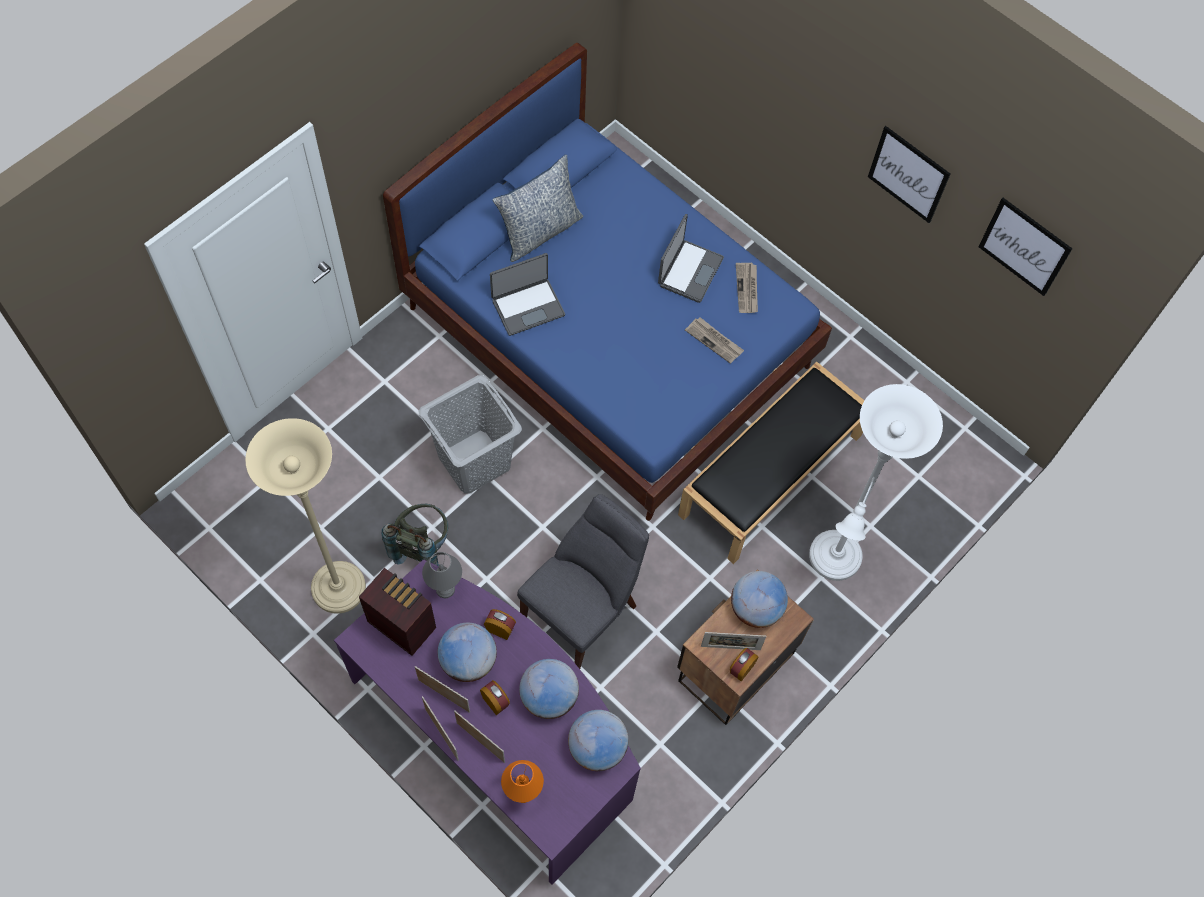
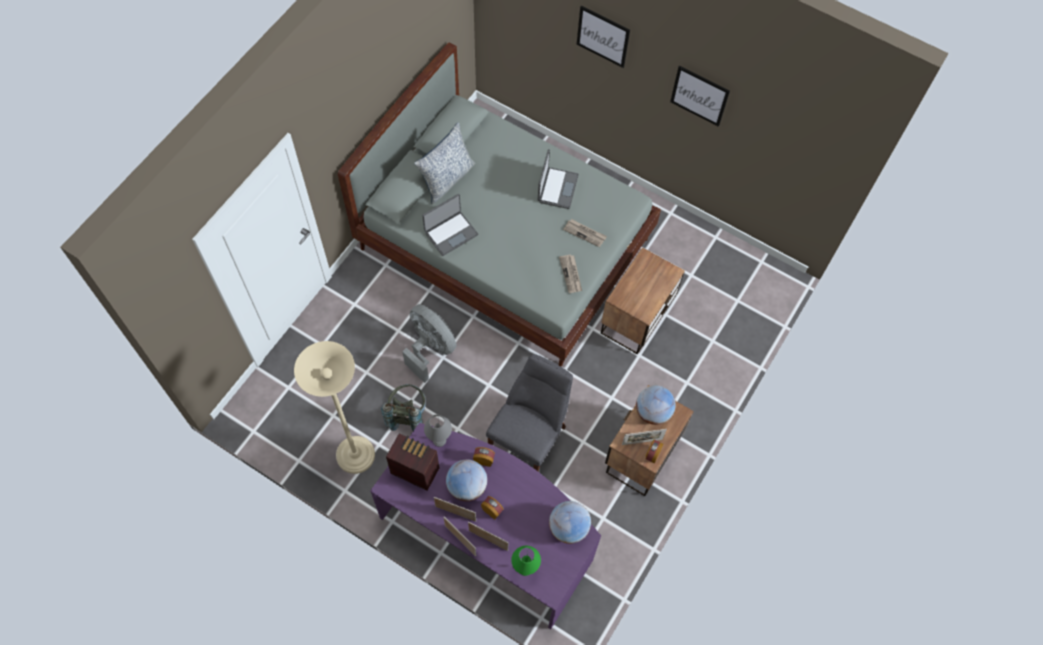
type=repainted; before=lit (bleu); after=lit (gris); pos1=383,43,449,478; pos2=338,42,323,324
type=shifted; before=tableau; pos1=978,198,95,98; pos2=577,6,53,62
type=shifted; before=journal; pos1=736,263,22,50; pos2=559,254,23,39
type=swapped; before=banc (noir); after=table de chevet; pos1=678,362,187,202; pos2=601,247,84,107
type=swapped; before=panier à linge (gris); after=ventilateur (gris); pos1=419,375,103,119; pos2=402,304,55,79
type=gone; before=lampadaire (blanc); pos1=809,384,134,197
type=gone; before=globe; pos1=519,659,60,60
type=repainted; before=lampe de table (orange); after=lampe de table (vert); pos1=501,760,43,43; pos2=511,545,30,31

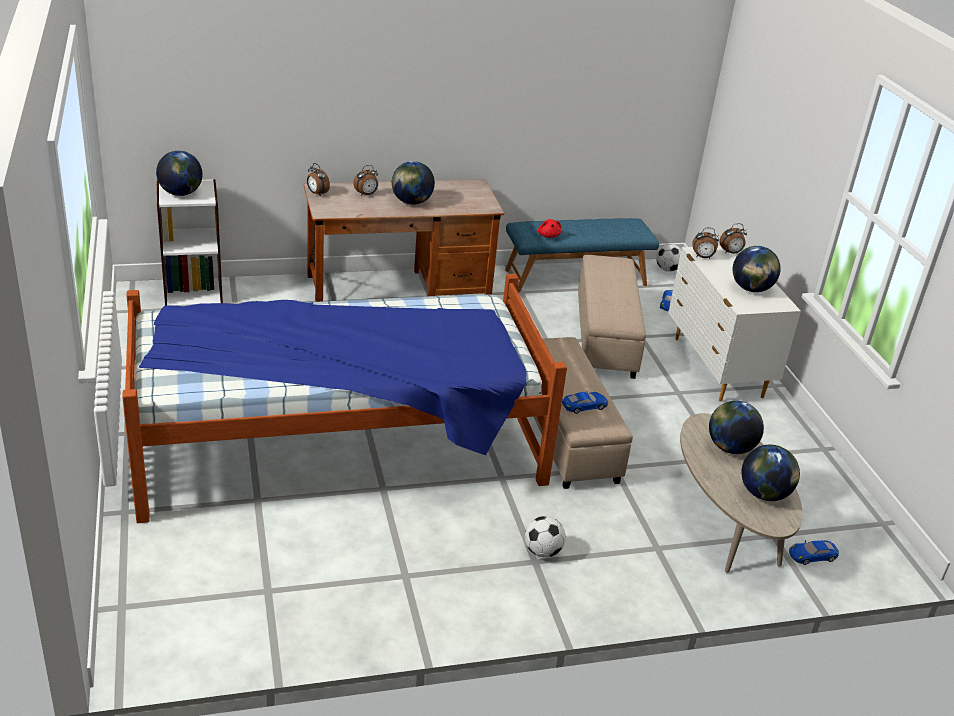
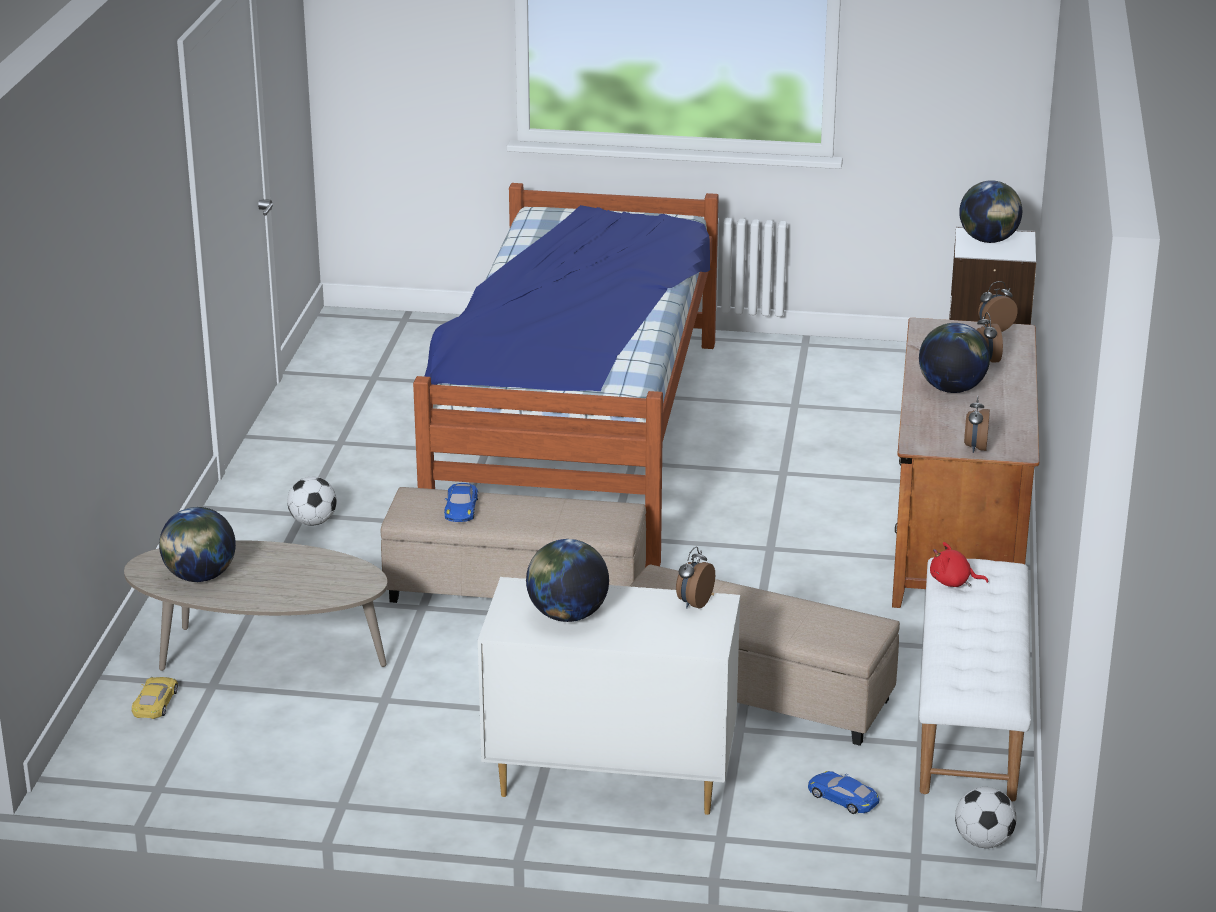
type=repainted; before=banc (bleu); after=banc (blanc); pos1=505,218,154,74; pos2=919,558,112,244
type=shifted; before=réveil; pos1=719,223,28,31; pos2=964,396,26,57
type=gone; before=globe; pos1=709,401,55,53
type=repainted; before=petite voiture (bleu); after=petite voiture (jaune); pos1=789,540,50,25; pos2=132,677,46,42

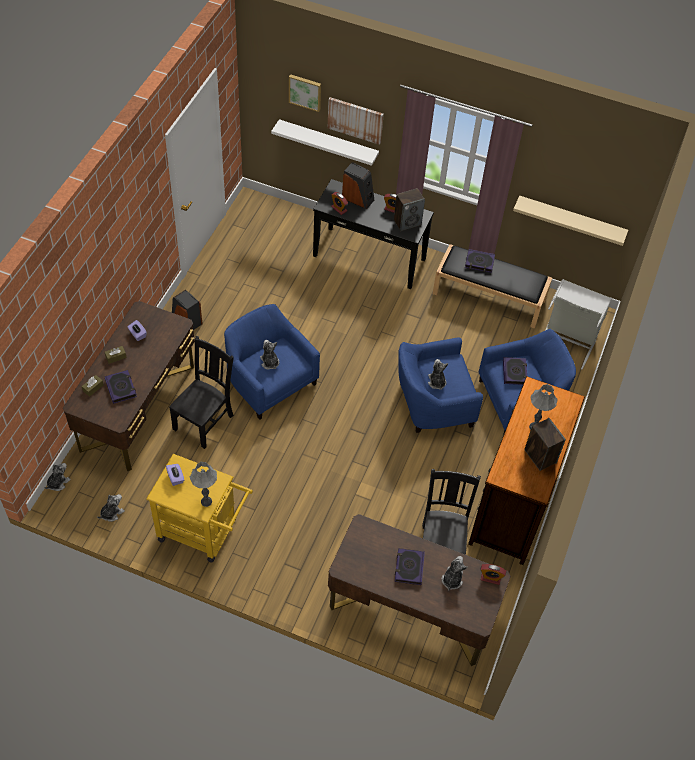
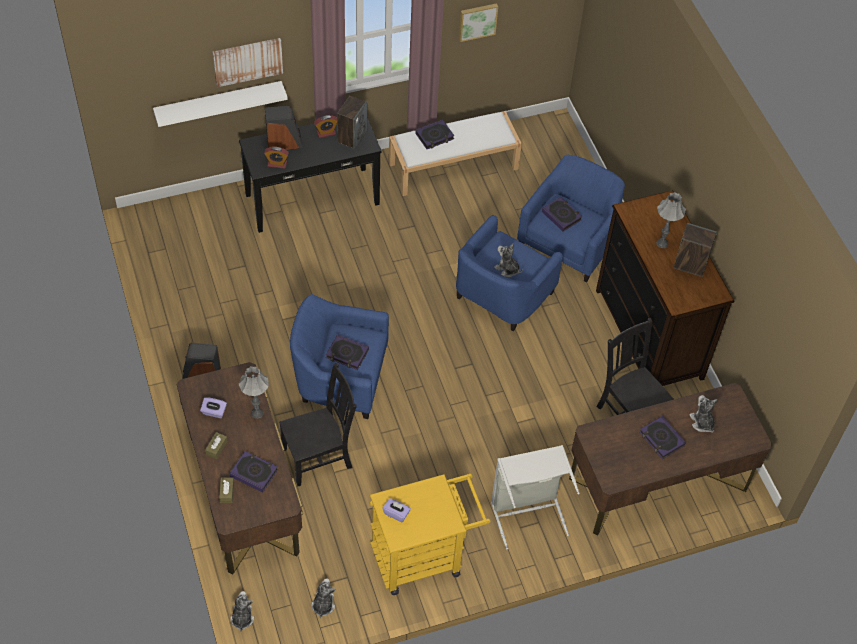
type=shifted; before=tableau; pos1=289,74,32,38; pos2=459,3,39,39
type=gone; before=étagère (beige); pos1=513,196,115,50
type=repainted; before=banc (noir); after=banc (blanc); pos1=433,244,119,85; pos2=389,111,133,85
type=shifted; before=panier à linge (gris); pos1=545,279,67,90; pos2=491,445,89,105
type=rotated; before=chaise (noir); pos1=169,336,65,113; pos2=279,363,78,123; turn=75
type=swapped; before=peluche; after=livre; pos1=260,340,19,30; pos2=326,334,43,36
type=shifted; before=lampe de table (gris); pos1=190,461,27,46; pos2=239,366,30,53
type=gone; before=réveil; pos1=480,564,26,21

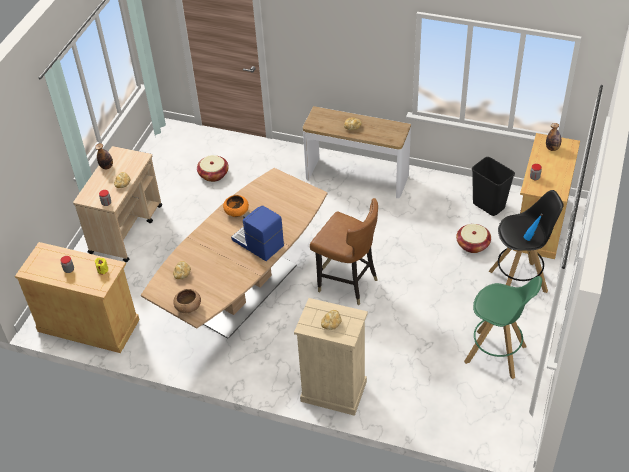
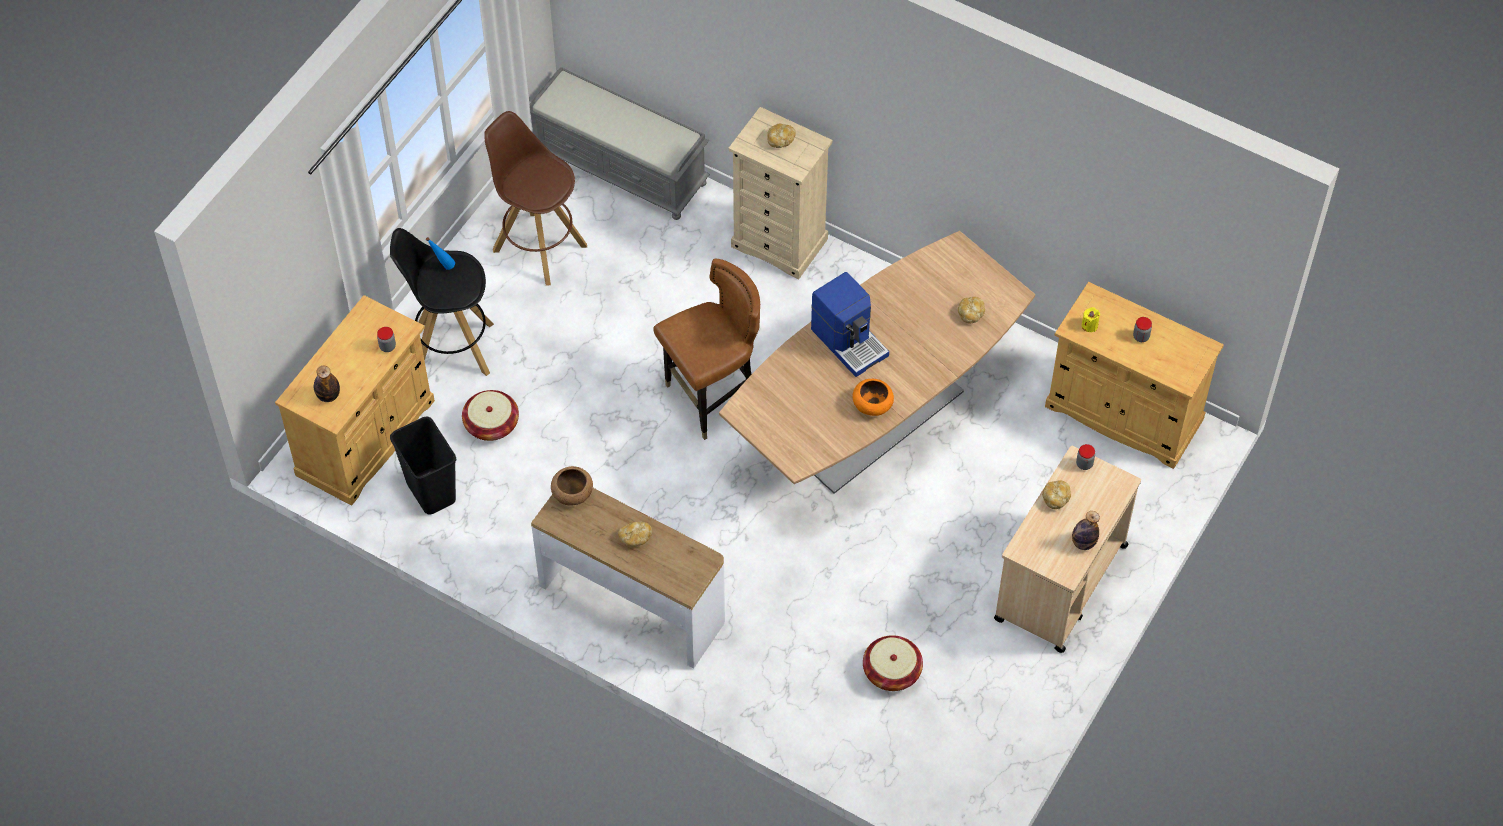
type=rotated; before=chaise (marron); pos1=310,198,68,107; pos2=653,259,107,181; turn=105
type=repainted; before=tabouret (vert); after=tabouret (marron); pos1=464,276,78,103; pos2=484,111,103,175
type=shifted; before=bol (marron); pos1=173,289,28,24; pos2=551,466,42,40
type=new; after=banc (gris); pos2=529,67,181,153

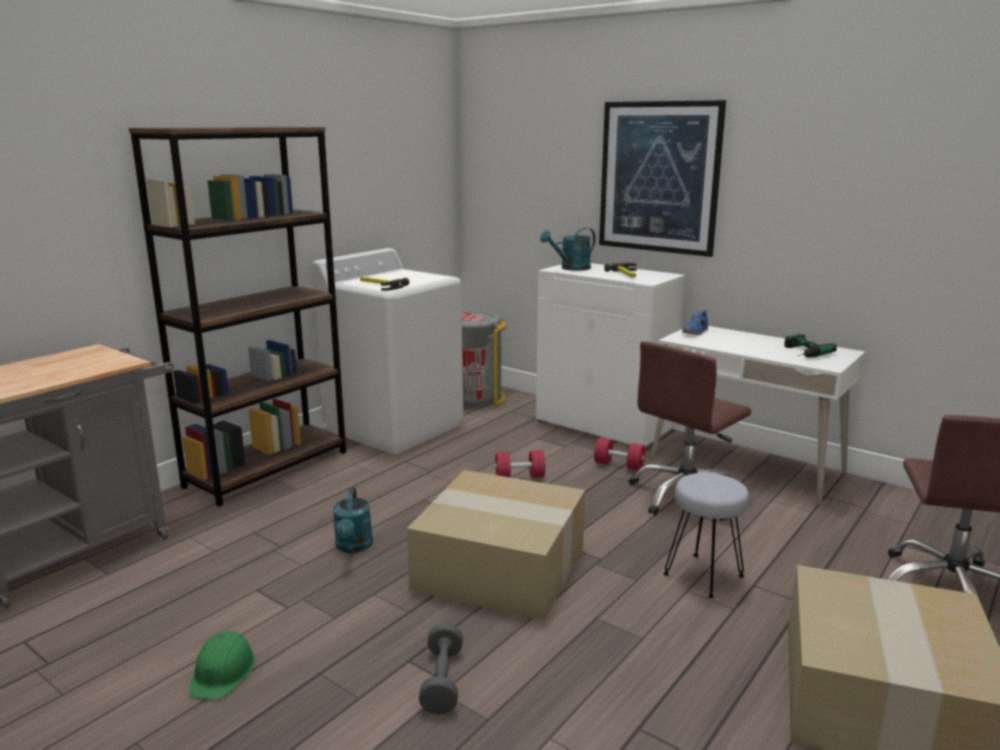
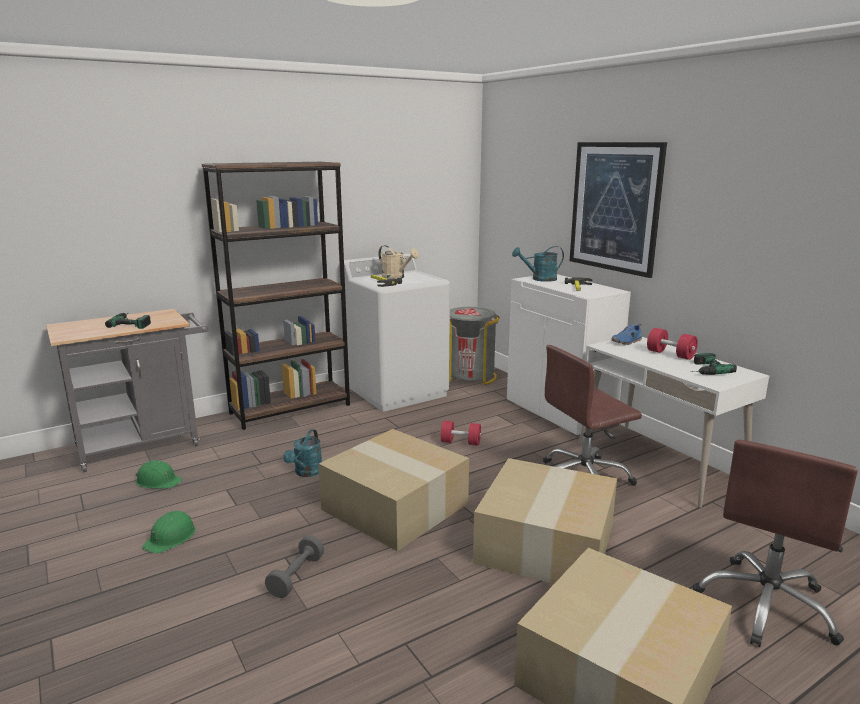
type=shifted; before=haltère (rouge); pos1=594,437,52,34; pos2=647,328,51,32
type=swapped; before=tabouret (gris); after=carton; pos1=663,473,86,125; pos2=473,458,144,126
type=new; after=arrosoir (beige); pos2=378,245,41,34
type=new; after=perceuse; pos2=105,313,46,16
type=new; after=casque de chantier (vert); pos2=135,460,48,29

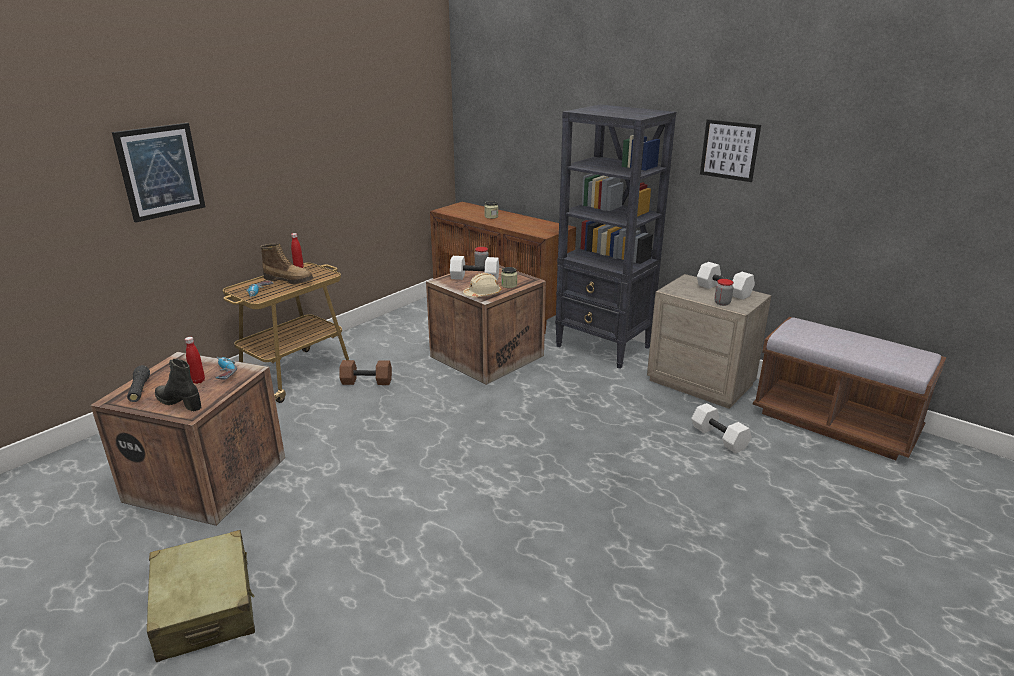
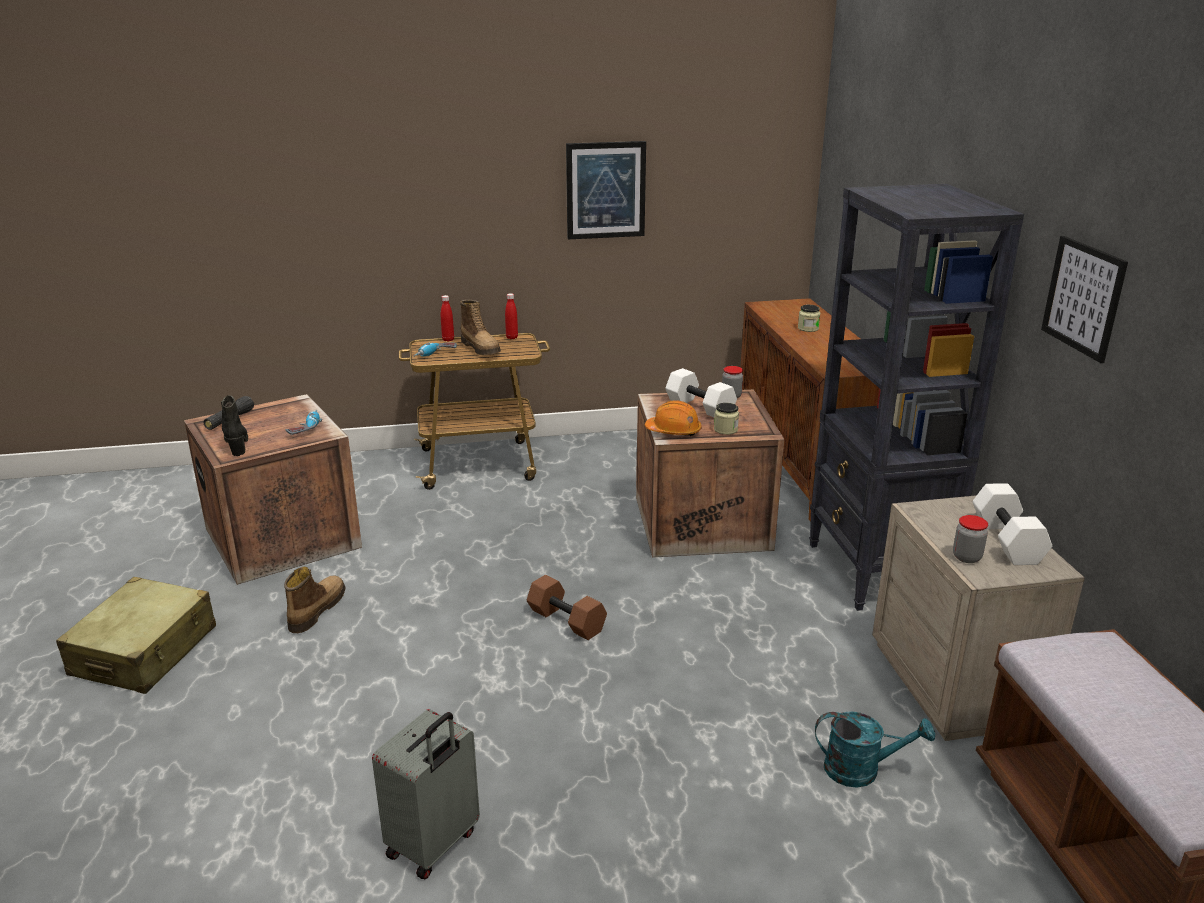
type=shifted; before=tableau; pos1=112,123,93,99; pos2=566,141,80,98
type=repainted; before=casque de chantier (beige); after=casque de chantier (orange); pos1=463,273,38,24; pos2=645,400,57,36
type=shifted; before=bouteille (rouge); pos1=185,337,20,47; pos2=441,295,13,47
type=shifted; before=haltère (marron); pos1=339,360,53,25; pos2=527,575,80,65
type=swapped; before=haltère (blanc); after=arrosoir (turquoise); pos1=691,403,61,50; pos2=815,711,120,77
type=new; after=botte; pos2=284,567,61,66
type=new; after=valise (gris); pos2=372,709,108,171

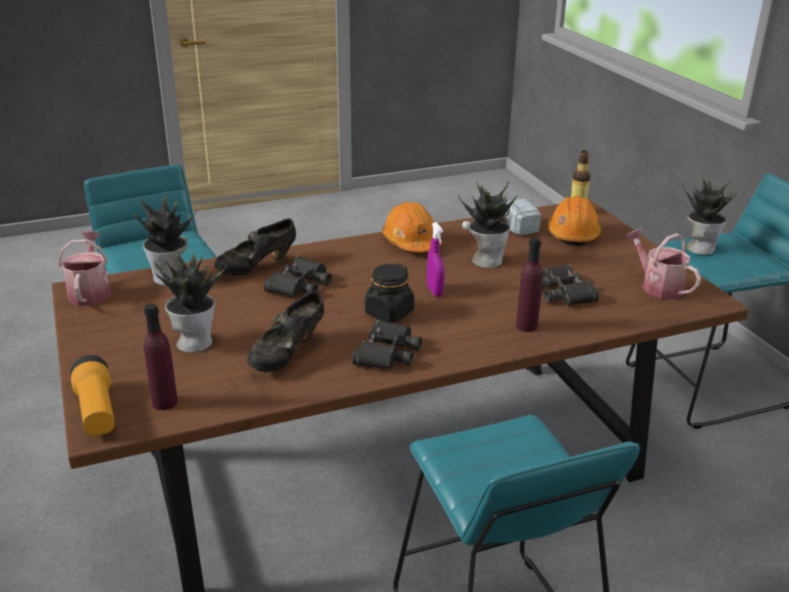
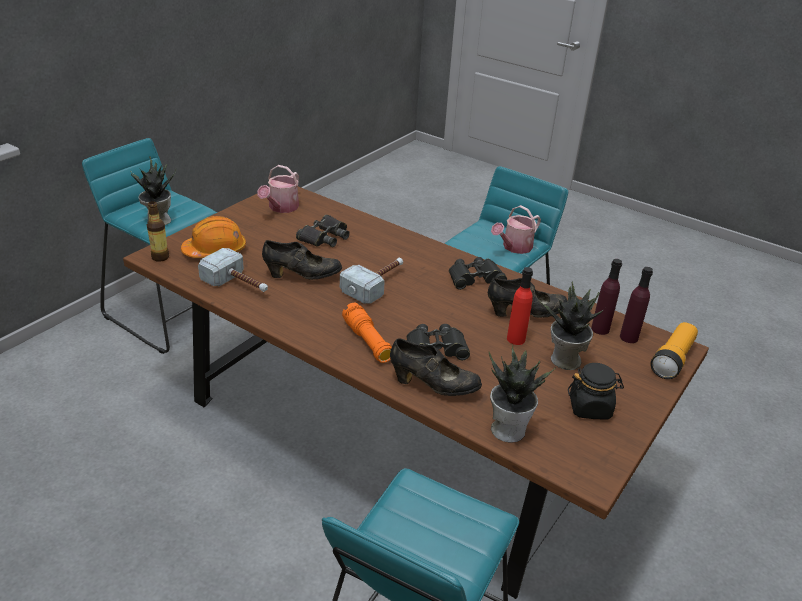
type=swapped; before=plante en pot; after=chaussure (noir); pos1=458,180,59,88; pos2=262,240,80,40
type=gone; before=casque de chantier (orange); pos1=382,202,60,50
type=swapped; before=vaporisateur (violet); after=marteau; pos1=427,222,18,74; pos2=340,258,63,46
type=shifted; before=arrosoir; pos1=58,231,53,75; pos2=491,205,50,49
type=shifted; before=bouteille (violet); pos1=516,237,27,95; pos2=591,259,31,76
type=shifted; before=bocal (noir); pos1=365,263,49,60; pos2=568,363,56,56
type=new; after=bouteille (rouge); pos2=507,267,26,78
type=new; after=lampe de poche (orange); pos2=342,303,50,60

